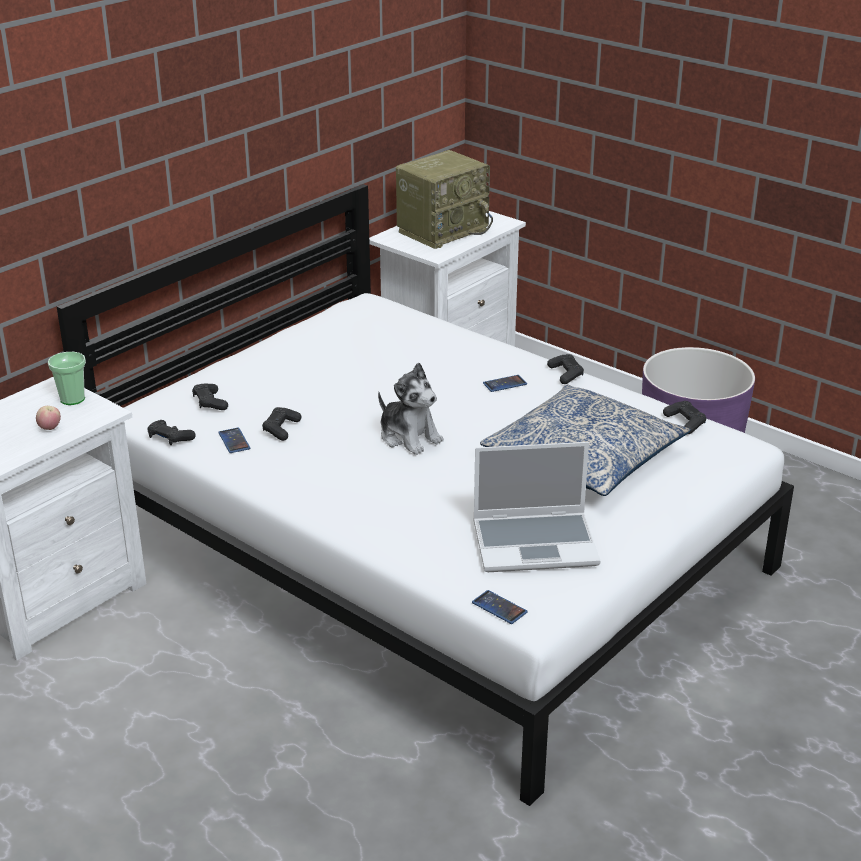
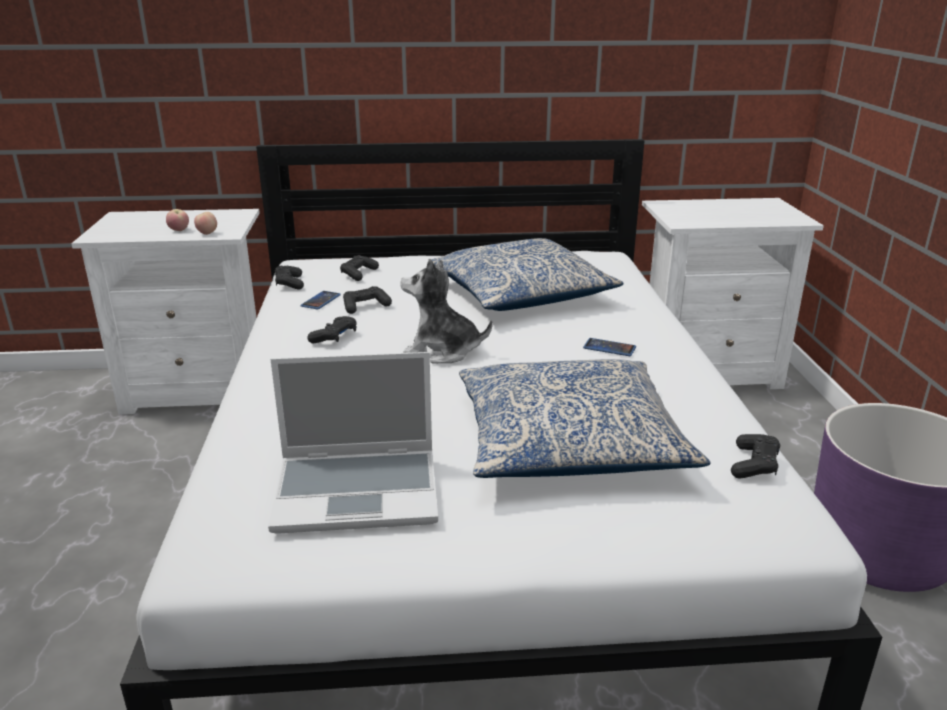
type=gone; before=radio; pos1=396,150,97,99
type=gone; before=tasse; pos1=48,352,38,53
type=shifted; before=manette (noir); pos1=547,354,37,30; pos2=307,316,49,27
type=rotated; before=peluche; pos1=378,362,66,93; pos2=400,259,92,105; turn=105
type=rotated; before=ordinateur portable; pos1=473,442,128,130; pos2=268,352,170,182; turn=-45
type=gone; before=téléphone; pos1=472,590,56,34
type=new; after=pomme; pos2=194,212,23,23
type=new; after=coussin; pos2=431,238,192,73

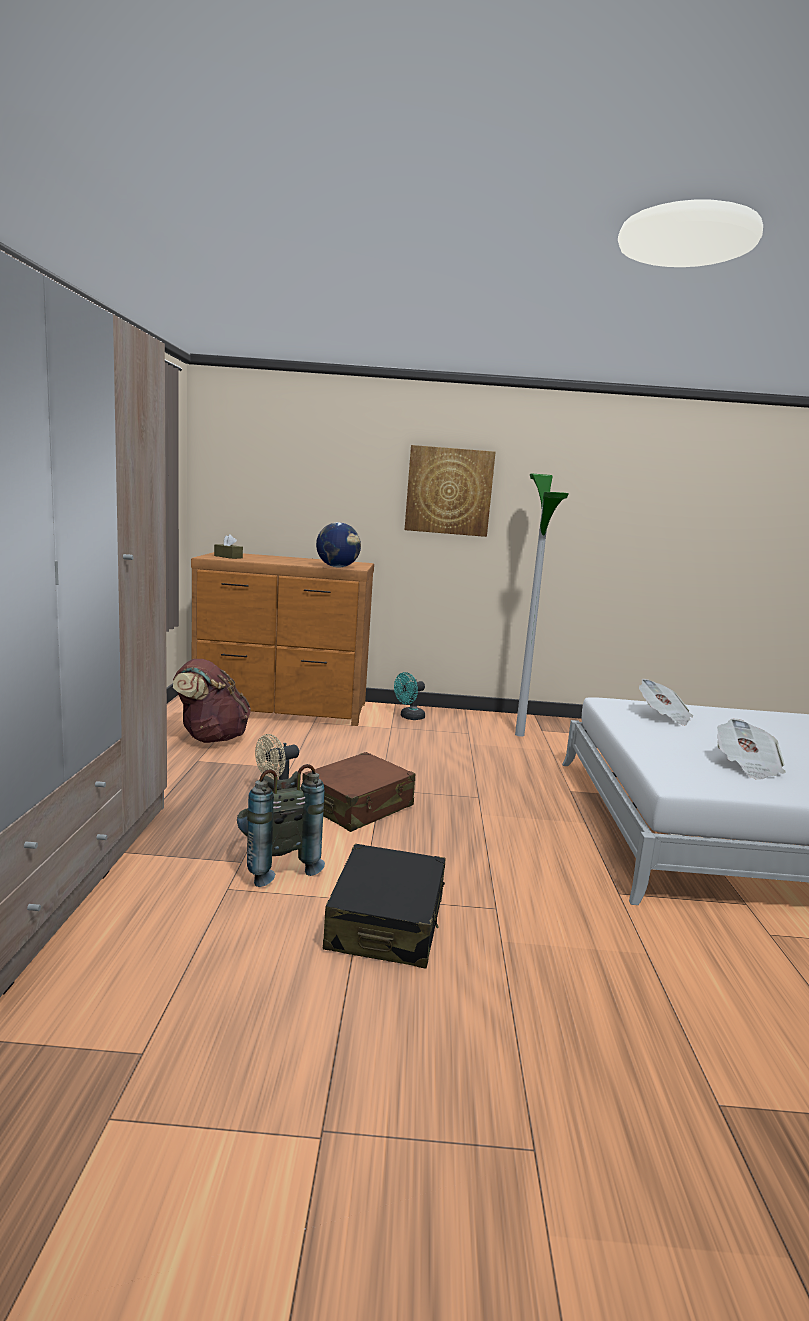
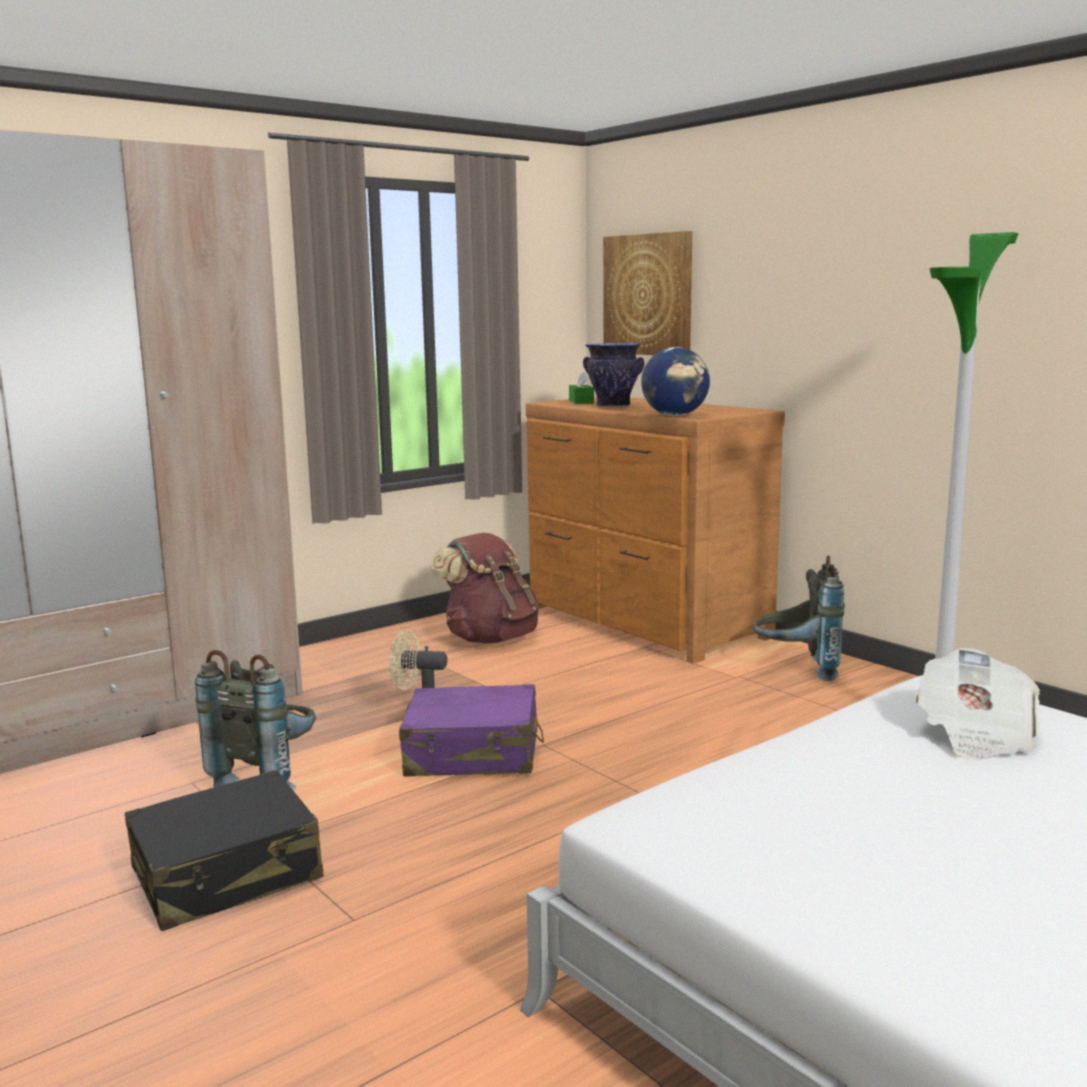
type=shifted; before=tableau; pos1=405,445,91,92; pos2=603,231,89,124
type=repainted; before=boîte à mouchoirs (marron); after=boîte à mouchoirs (vert); pos1=214,534,29,25; pos2=569,371,25,33
type=swapped; before=ventilateur (turquoise); after=sac à dos (gris); pos1=394,672,31,48; pos2=753,555,92,126
type=gone; before=journal; pos1=717,719,69,61
type=repainted; before=valise (marron); after=valise (violet); pos1=302,752,113,80; pos2=399,684,145,93
type=new; after=vase; pos2=583,343,61,64

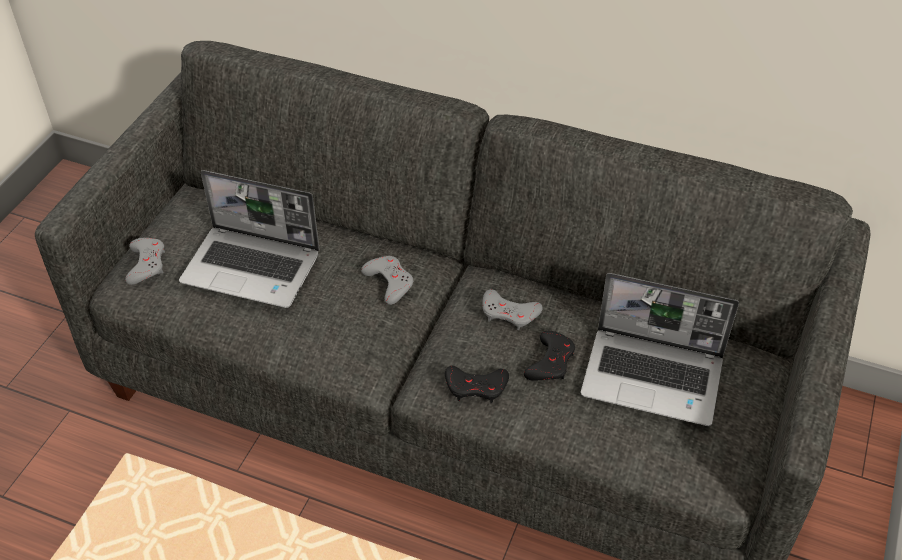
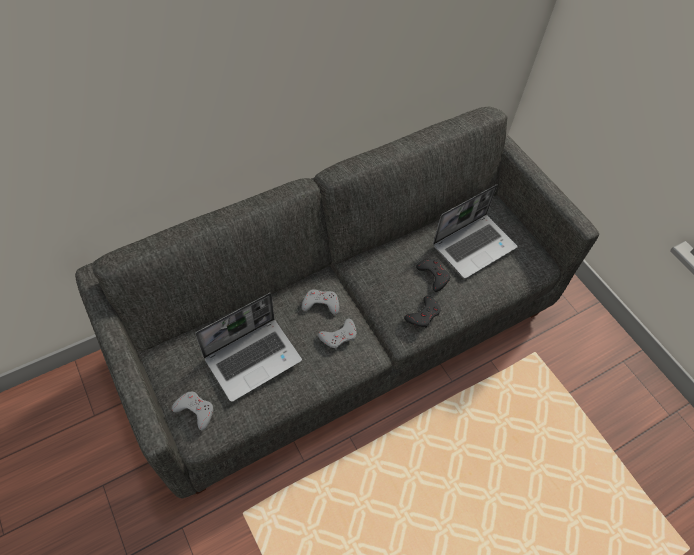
type=shifted; before=manette (gris); pos1=482,289,61,41; pos2=318,319,39,31

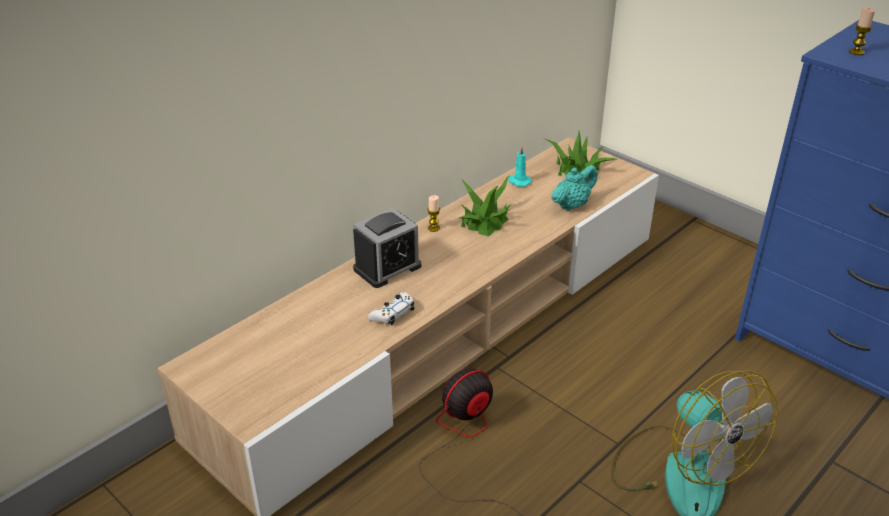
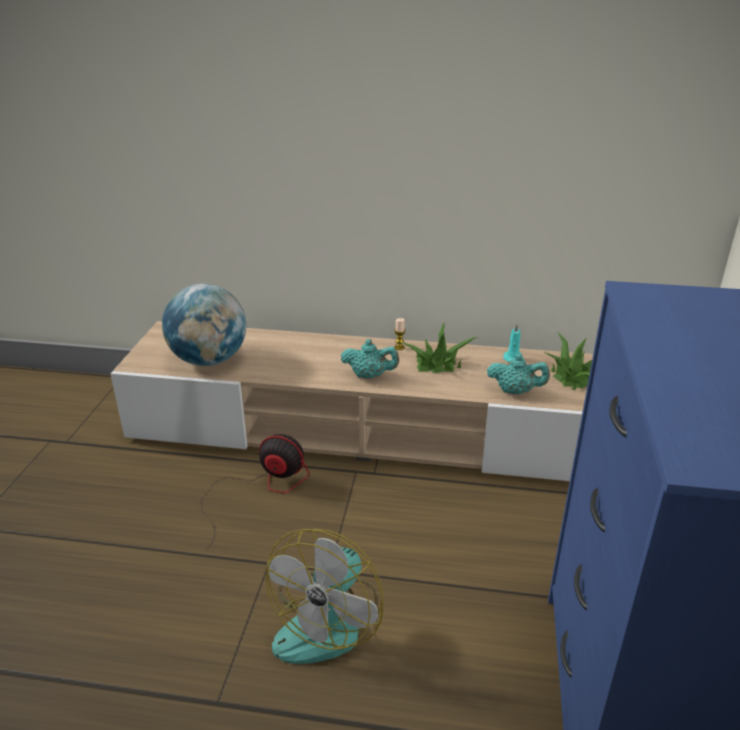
type=gone; before=bougie; pos1=849,7,26,48
type=gone; before=réveil; pos1=353,208,68,80
type=gone; before=manette (blanc); pos1=368,292,46,33
type=new; after=globe; pos2=162,284,84,82
type=new; after=théière (turquoise); pos2=341,339,58,40

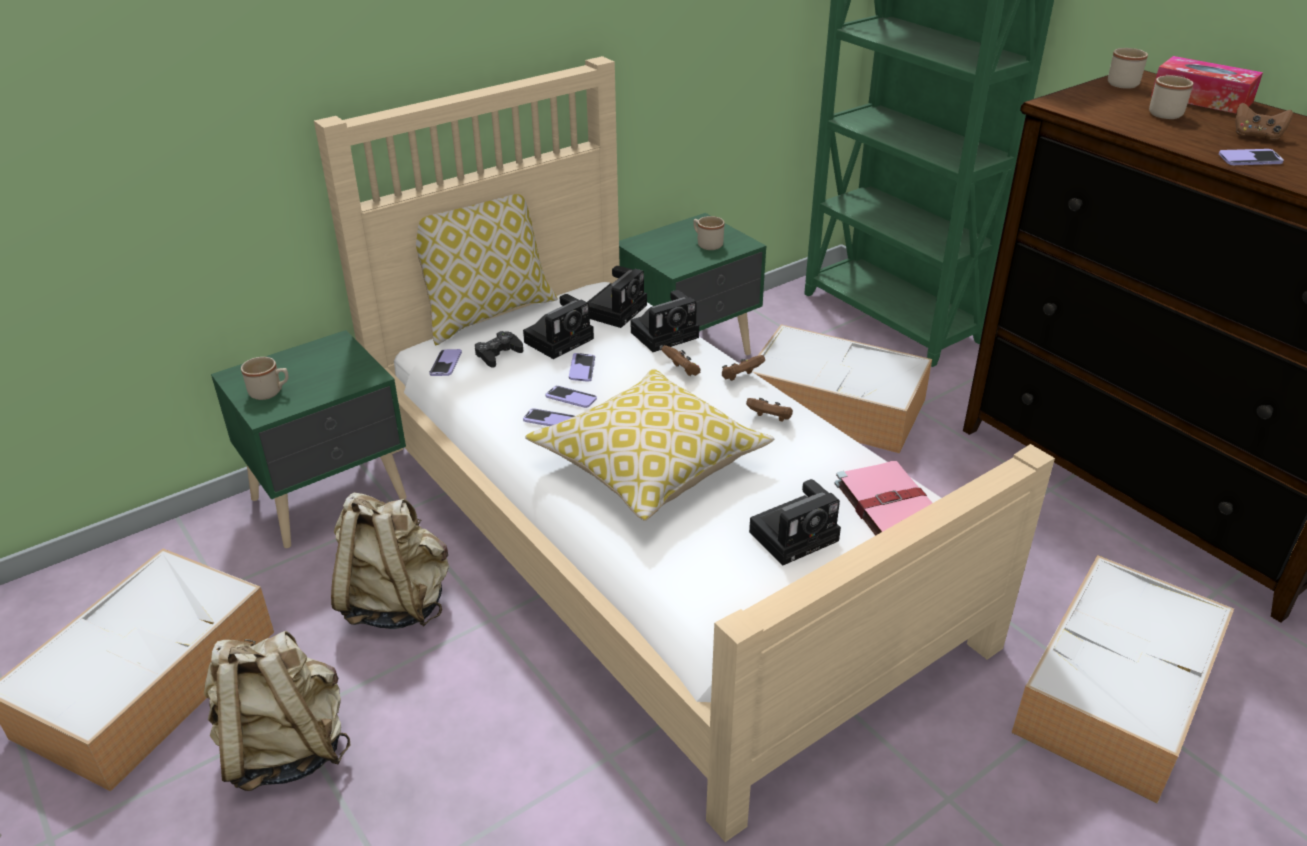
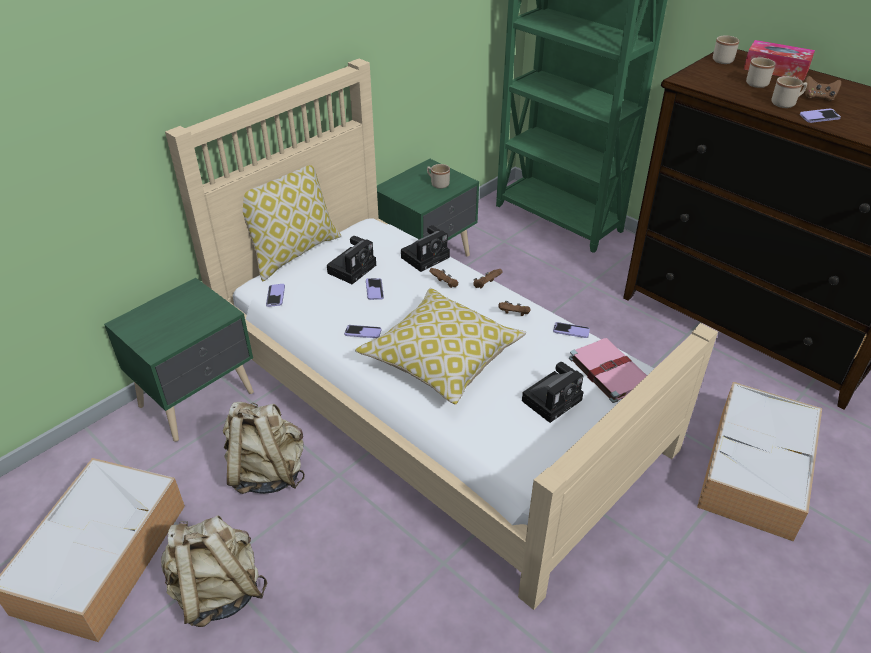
type=gone; before=appareil photo; pos1=588,266,59,62
type=gone; before=boîte de rangement; pos1=752,325,180,128
type=gone; before=manette (noir); pos1=475,331,48,37
type=shifted; before=mug (beige); pos1=241,357,48,43; pos2=771,76,36,32
type=shifted; before=téléphone; pos1=546,386,51,22; pos2=553,322,37,16

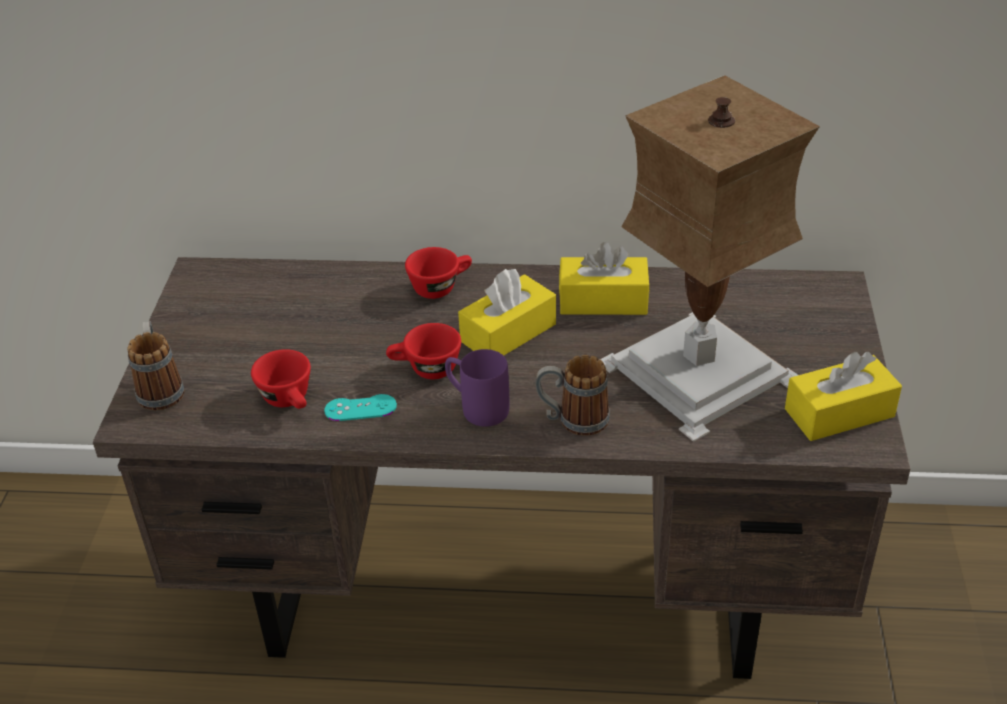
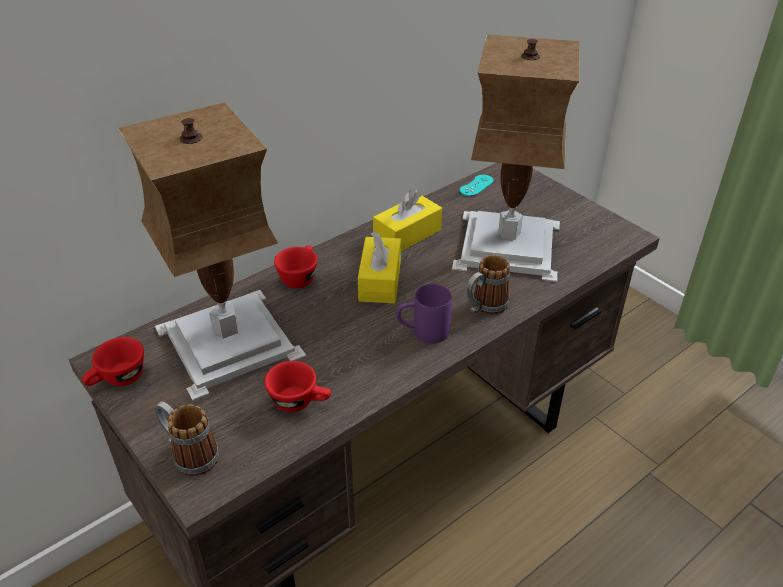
type=shifted; before=tasse (rouge); pos1=386,323,75,56; pos2=82,337,62,49
type=gone; before=boîte à mouchoirs (jaune); pos1=785,352,117,89
type=shifted; before=manette (turquoise); pos1=324,394,73,27; pos2=460,175,34,21
type=new; after=lampe de table; pos2=118,102,188,299

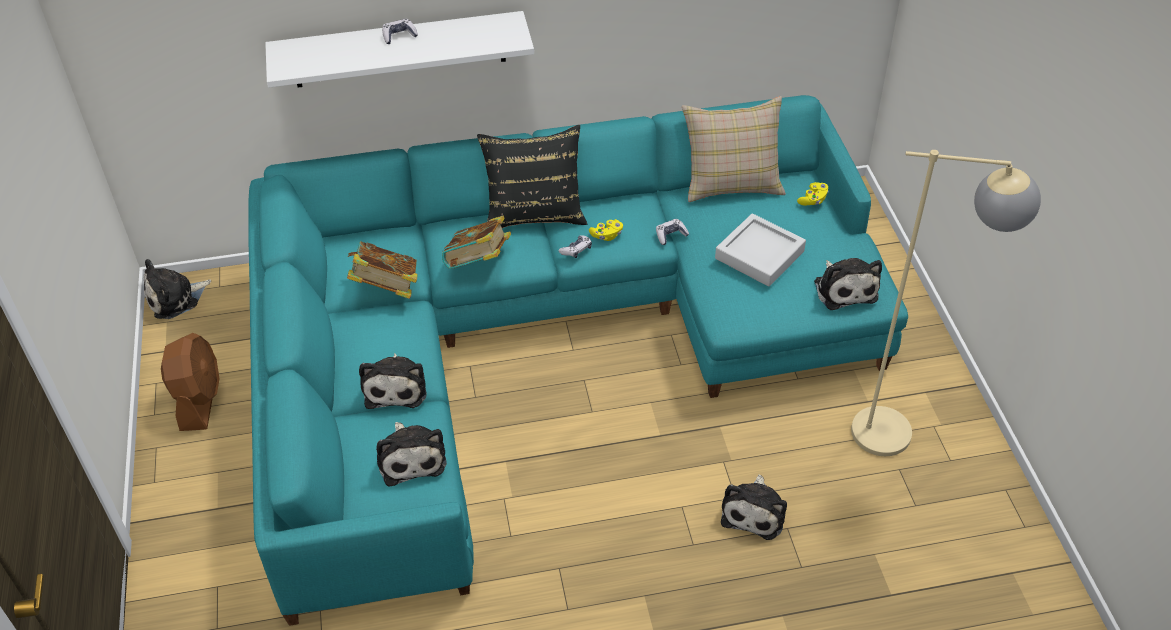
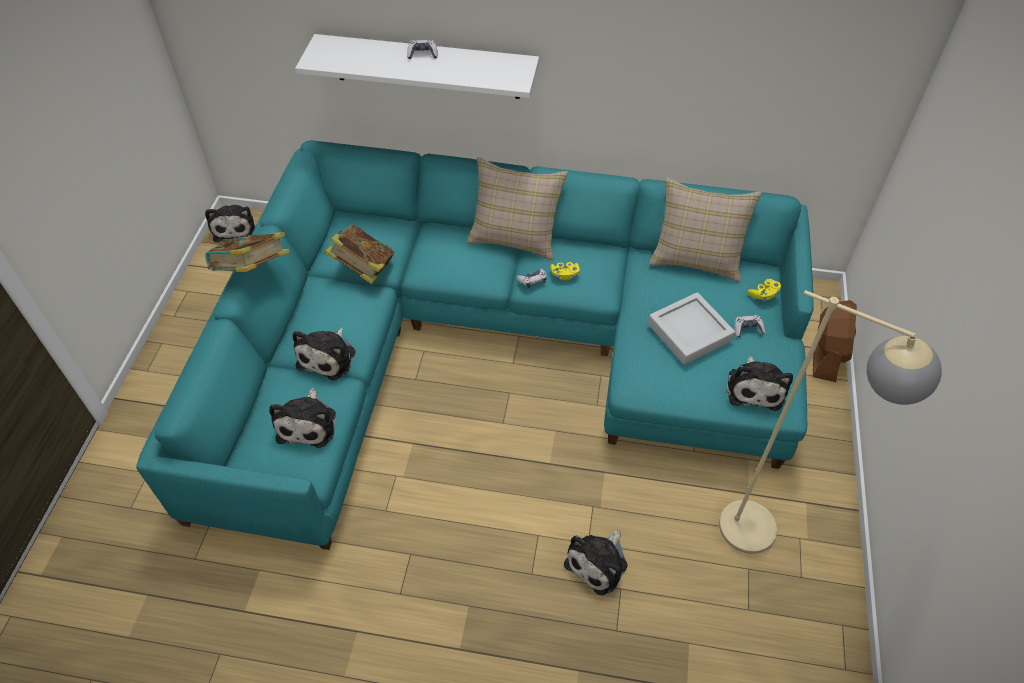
type=repainted; before=coussin (noir); after=coussin (beige); pos1=477,125,110,103; pos2=467,157,101,103
type=shifted; before=livre; pos1=442,216,69,53; pos2=205,232,85,40
type=shifted; before=manette; pos1=656,219,33,26; pos2=734,315,31,22
type=rotated; before=peluche; pos1=143,259,68,60; pos2=205,205,50,37; turn=-90
type=shifted; before=ventilateur (marron); pos1=161,333,59,98; pos2=813,300,44,82

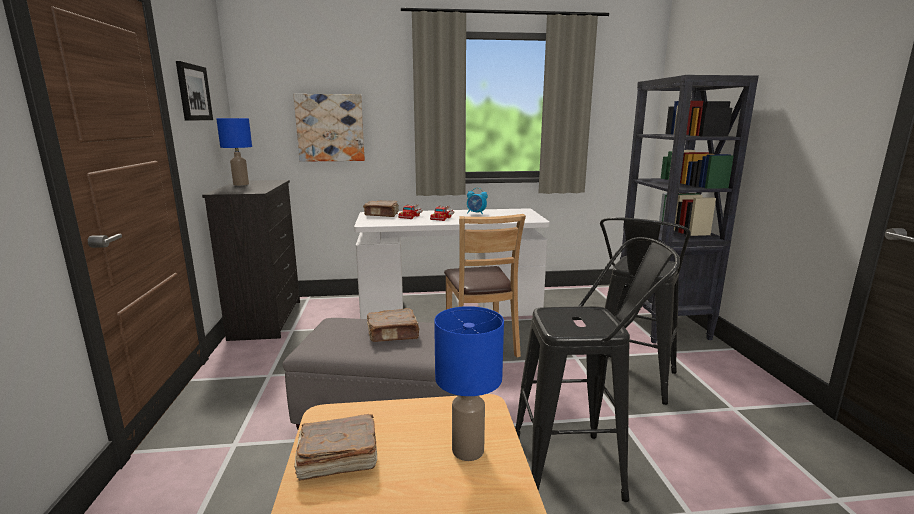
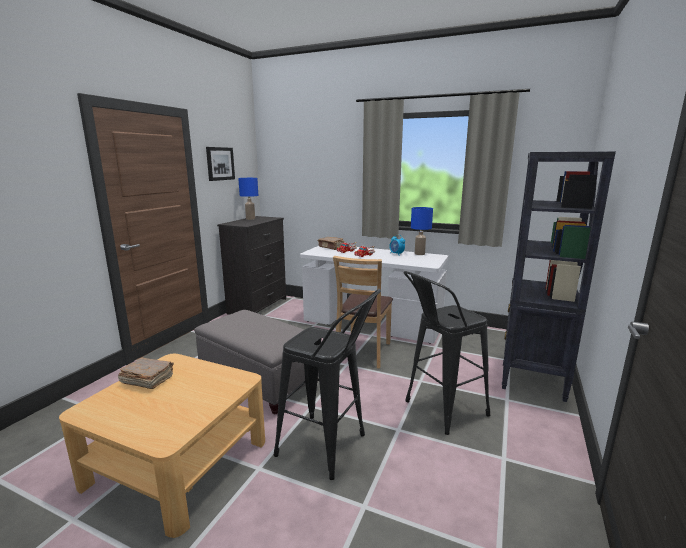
type=gone; before=tableau; pos1=293,94,72,68
type=shifted; before=lampe de table (bleu); pos1=434,306,70,155; pos2=411,207,22,48
type=gone; before=livre (marron); pos1=367,308,52,34

